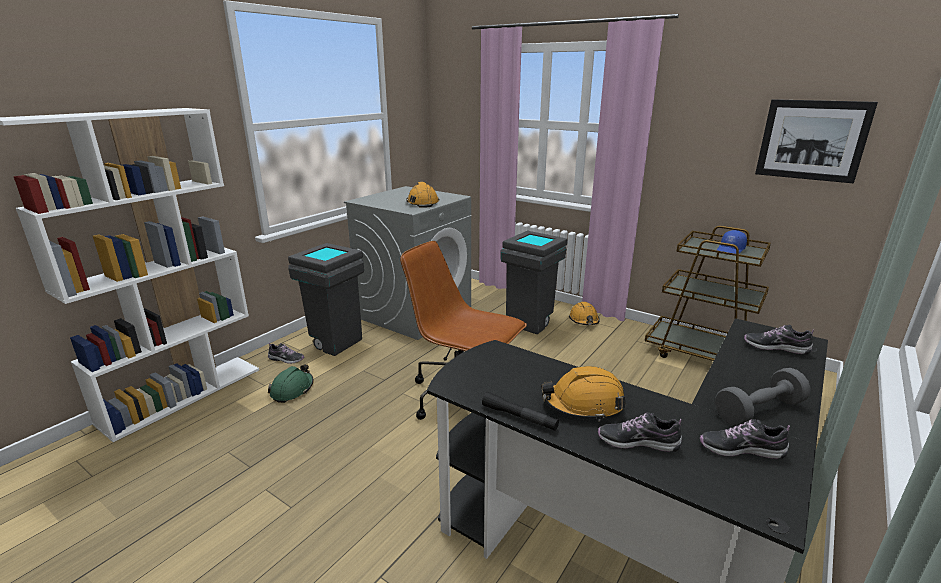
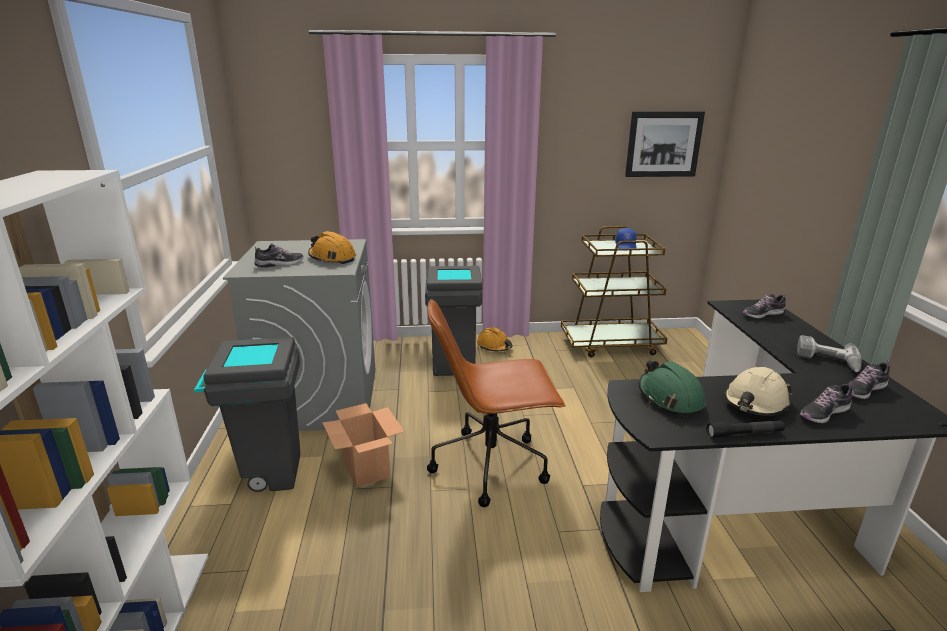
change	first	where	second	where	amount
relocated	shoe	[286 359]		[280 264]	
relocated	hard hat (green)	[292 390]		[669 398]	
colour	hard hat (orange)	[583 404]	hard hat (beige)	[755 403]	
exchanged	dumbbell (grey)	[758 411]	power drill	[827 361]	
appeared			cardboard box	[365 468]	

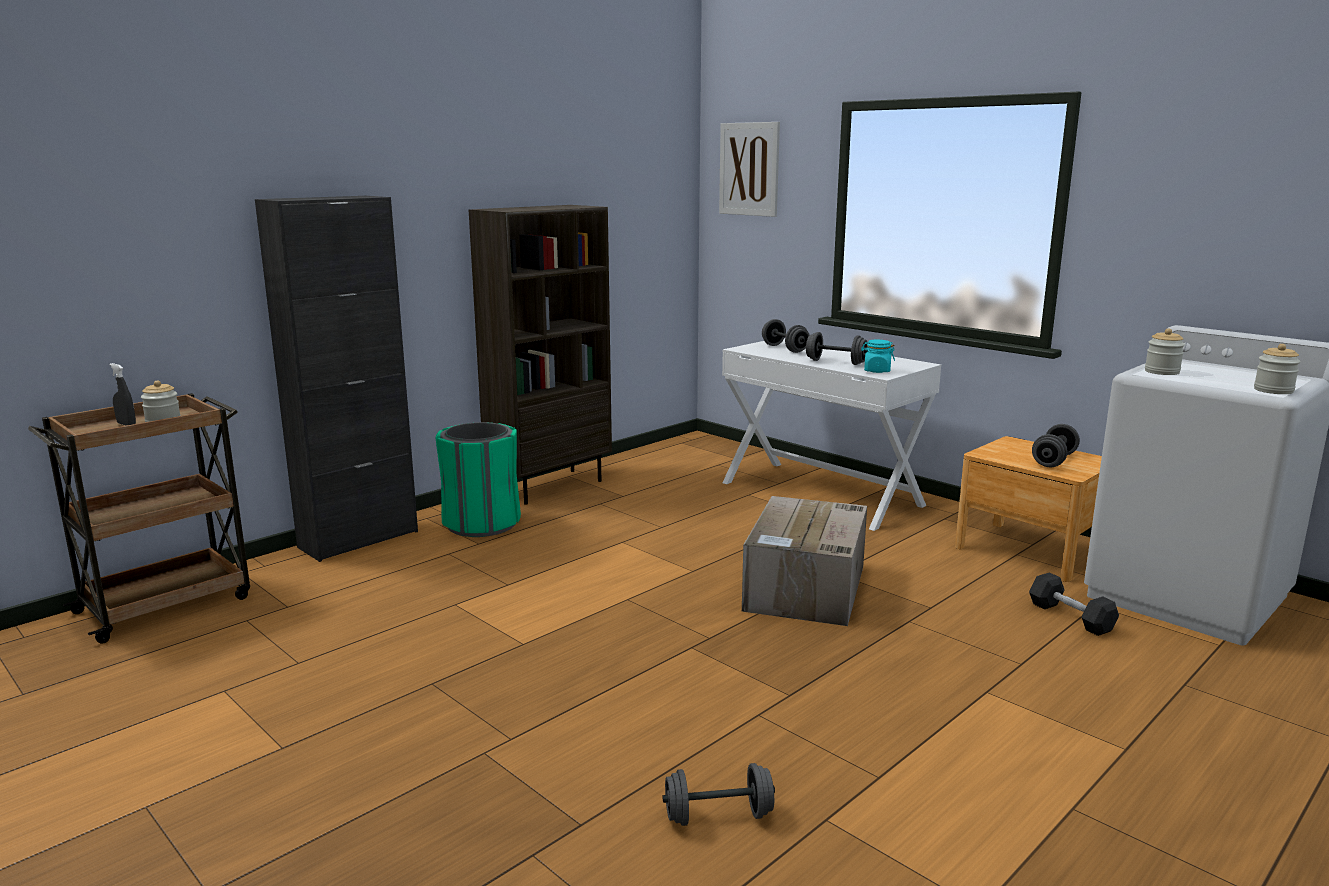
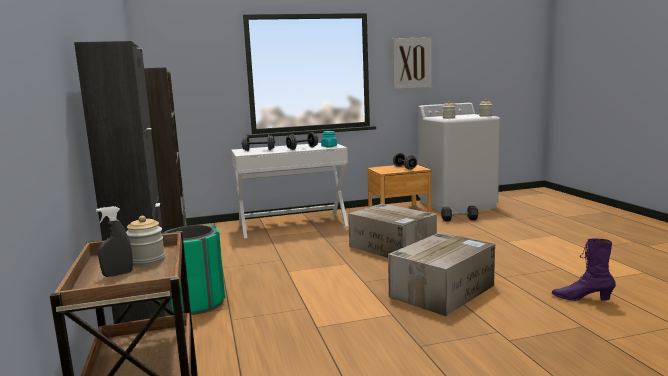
change	first	where	second	where	amount
exchanged	dumbbell (grey)	[718 816]	boot (purple)	[582 298]	
relocated	picture	[749 169]		[411 63]	
appeared			cardboard box	[442 290]	

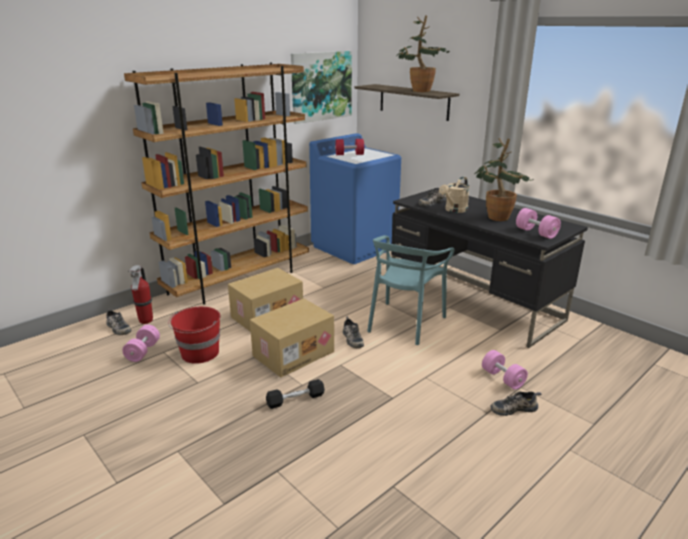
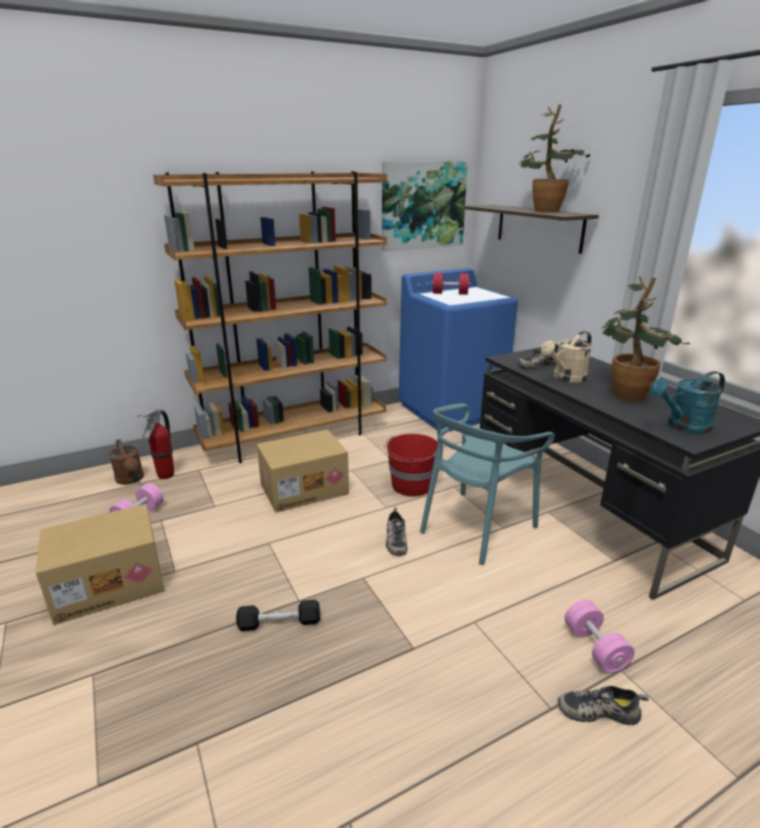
change	first	where	second	where	amount
exchanged	shoe	[117 328]	watering can (brown)	[131 480]	
relocated	bucket (red)	[199 353]		[412 485]	
relocated	cardboard box	[293 353]		[110 583]	
exchanged	dumbbell (pink)	[536 233]	watering can (turquoise)	[683 426]	

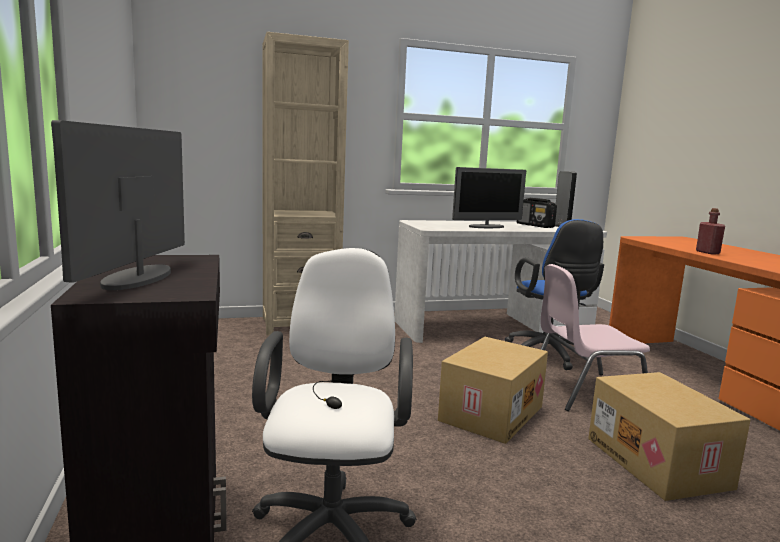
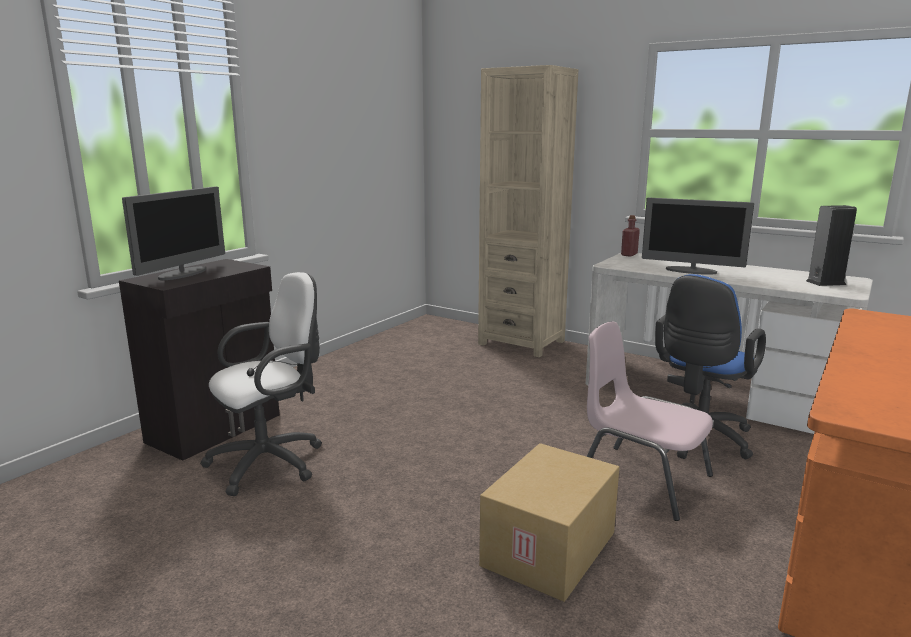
change	first	where	second	where	amount
spun	monitor	[137 278]		[183 274]	150 degrees clockwise
missing	cardboard box	[490 413]			
missing	radio	[535 225]			
relocated	bottle (red)	[707 252]		[629 254]	

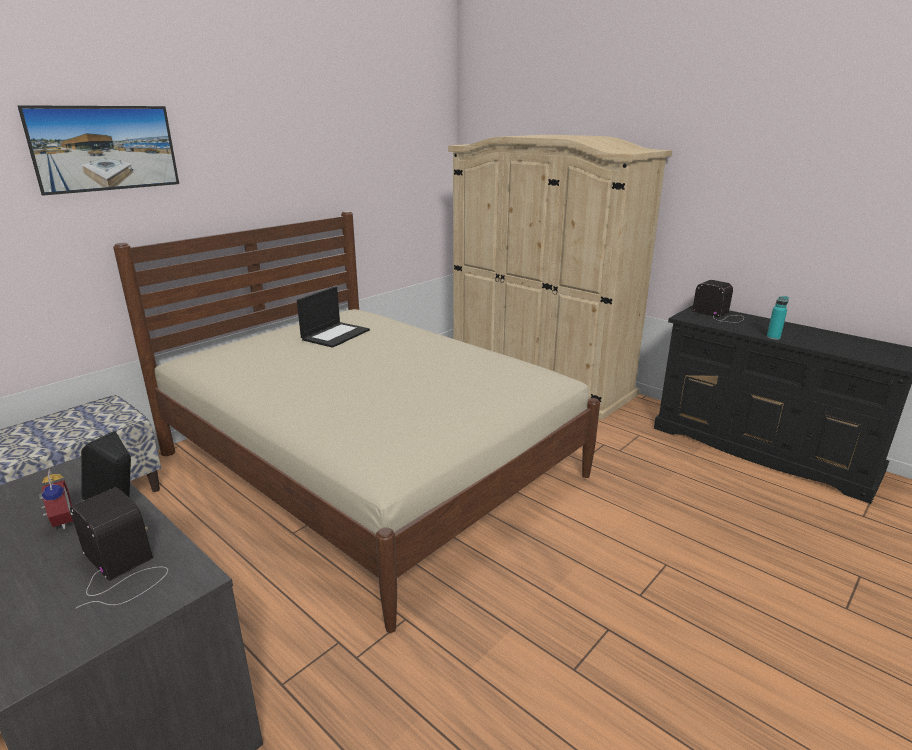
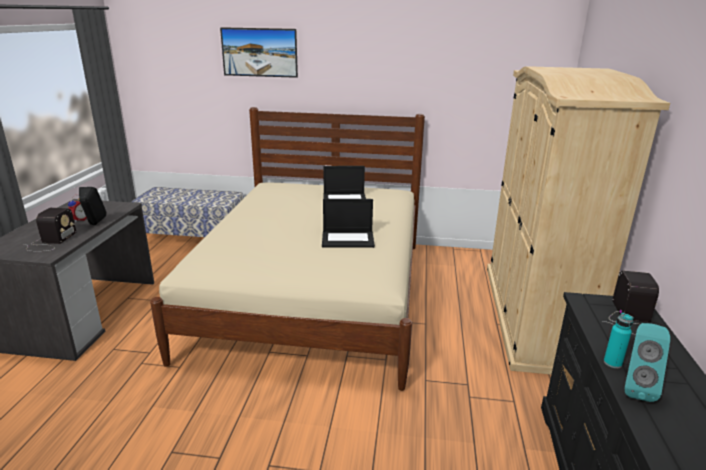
change	first	where	second	where	amount
appeared			laptop	[348 239]	
appeared			speaker (turquoise)	[635 388]	

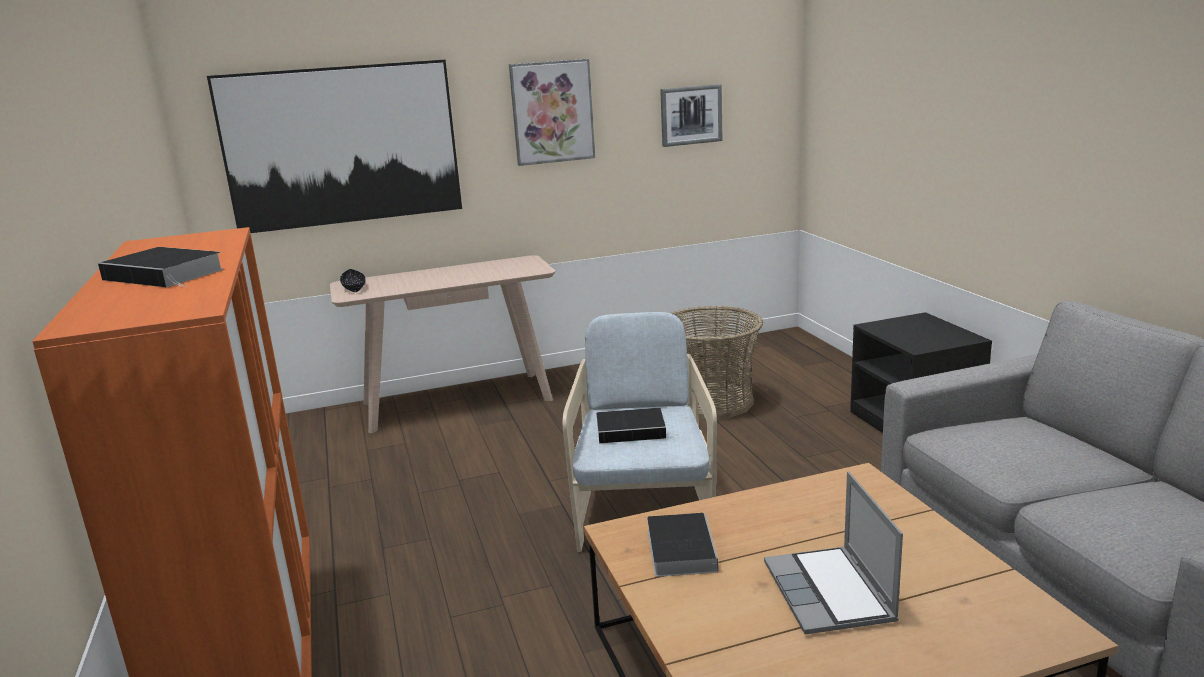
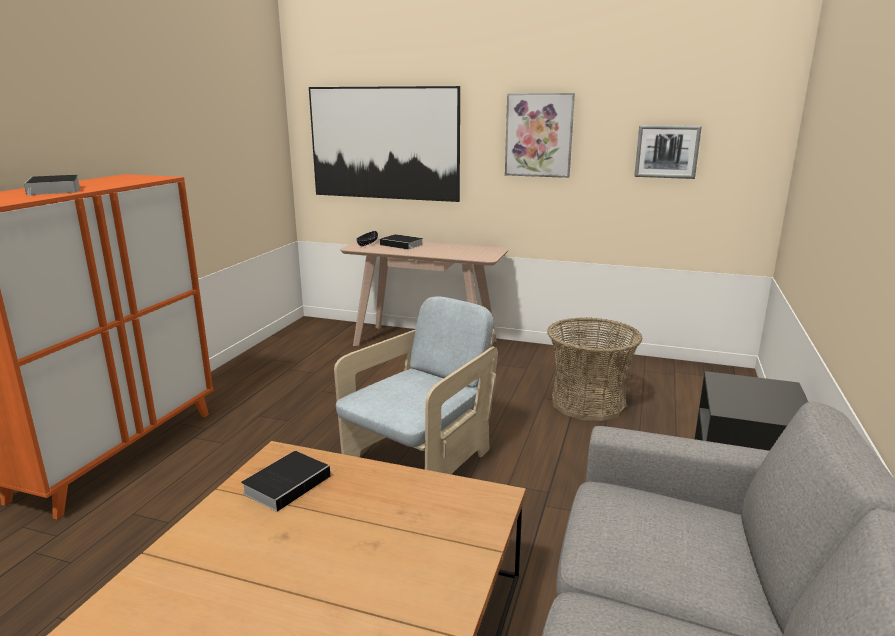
change	first	where	second	where	amount
relocated	book	[633 430]		[403 245]	
missing	laptop	[830 593]			

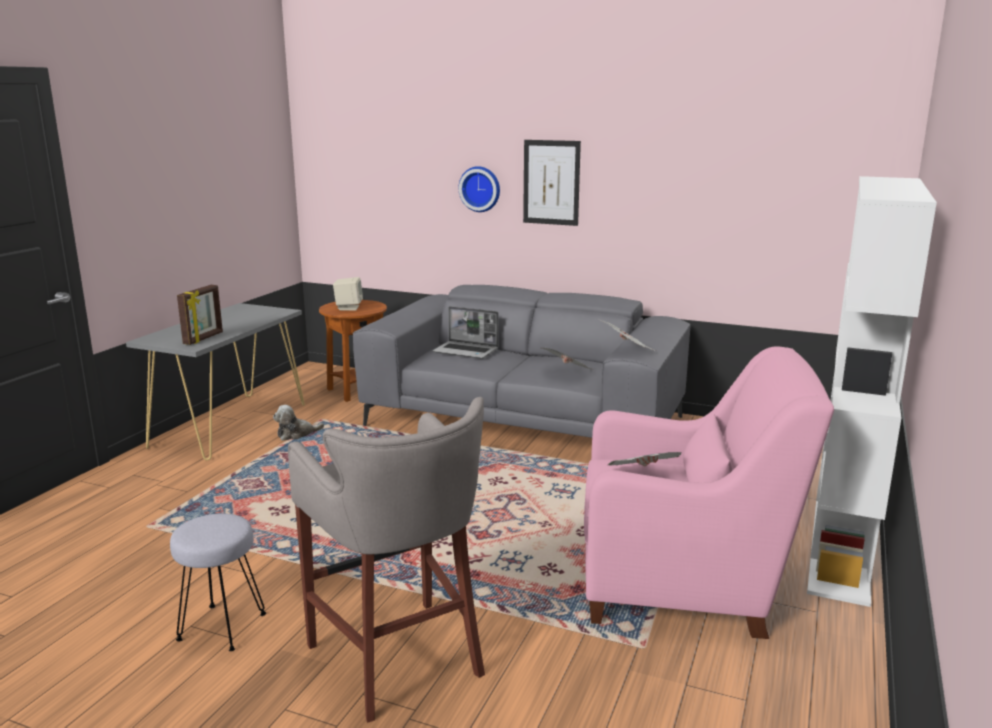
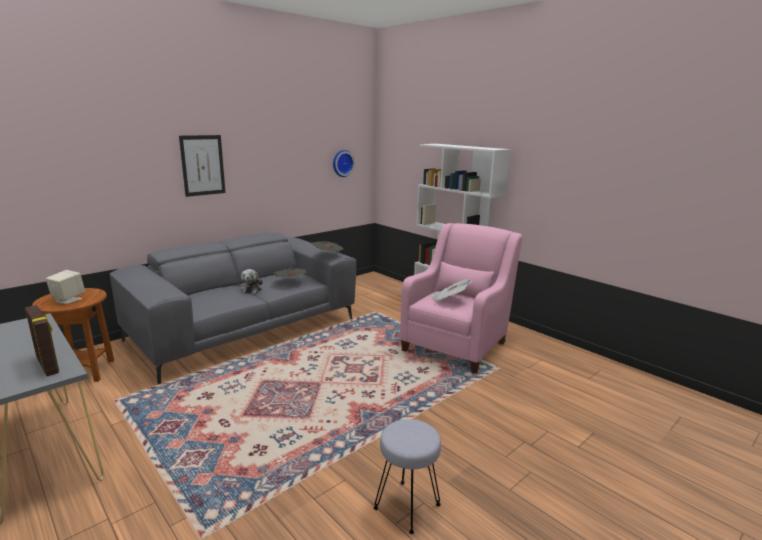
change	first	where	second	where	amount
relocated	plush toy	[296 434]		[252 289]	
missing	stool (grey)	[399 661]			
missing	laptop	[466 351]			
relocated	wall clock	[480 189]		[342 163]	

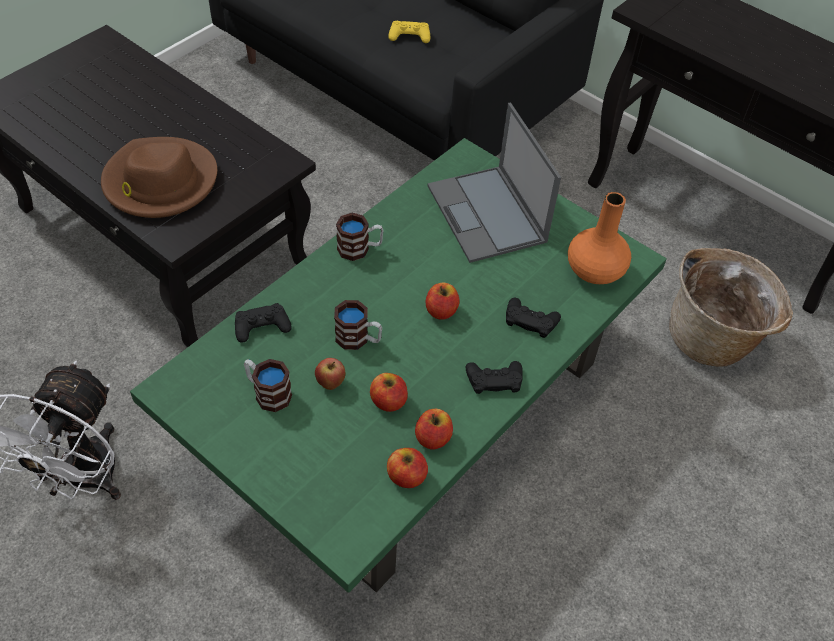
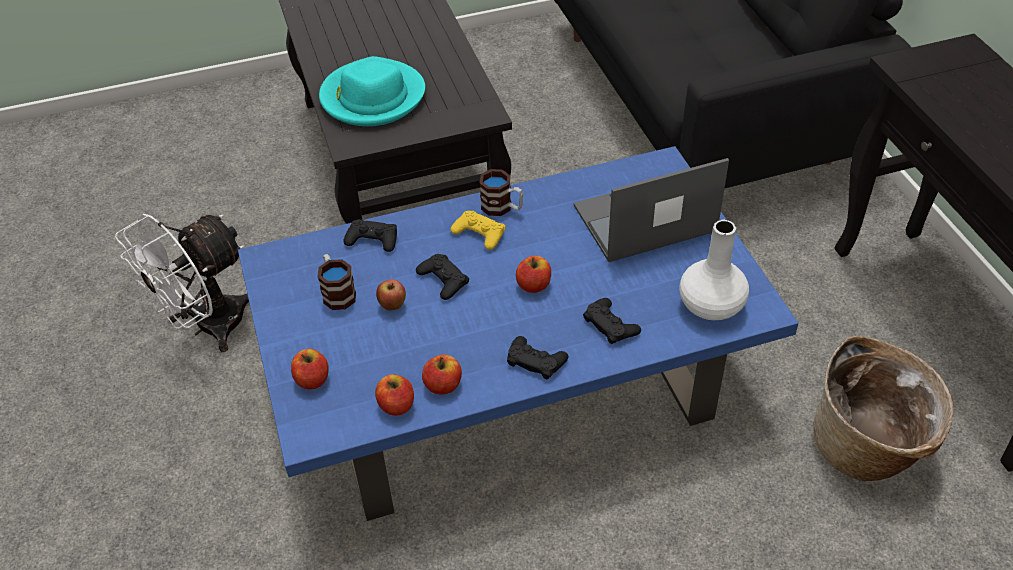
change	first	where	second	where	amount
colour	hat (brown)	[160 182]	hat (turquoise)	[372 97]	
colour	coffee table (green)	[412 408]	coffee table (blue)	[508 384]	
exchanged	mug	[358 339]	game controller (black)	[443 280]	
relocated	apple	[388 401]		[312 380]	
relocated	game controller (yellow)	[409 36]		[479 234]	
spun	laptop	[487 215]		[643 219]	60 degrees clockwise
colour	vase (orange)	[595 271]	vase (white)	[710 306]	

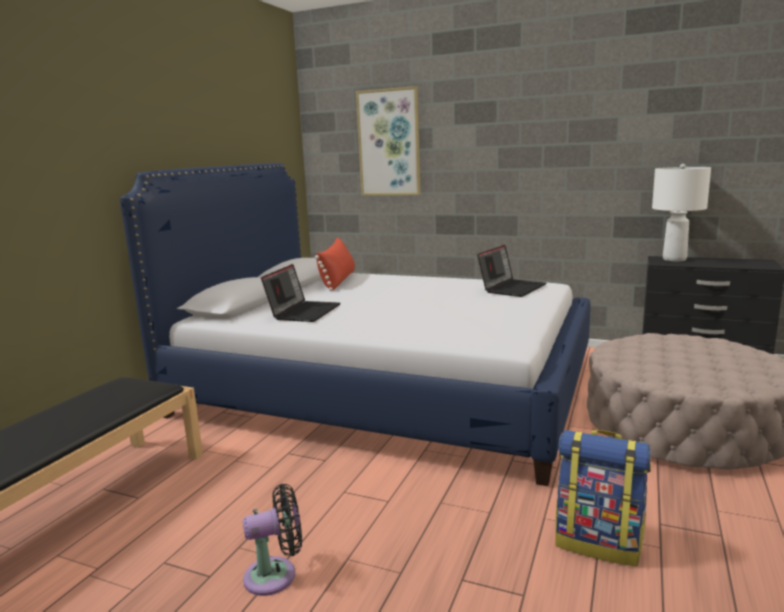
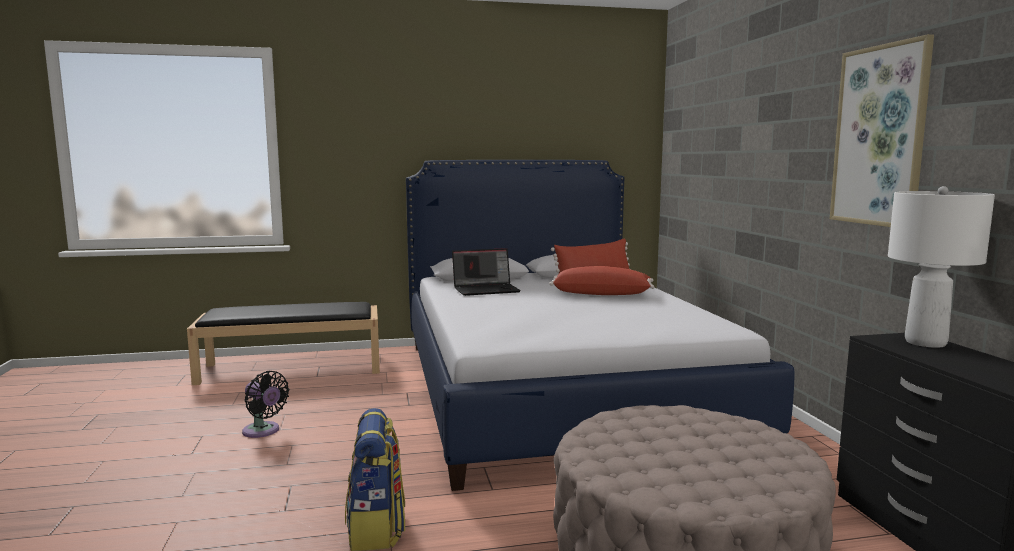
change	first	where	second	where	amount
relocated	picture	[389 143]		[880 136]	
missing	laptop	[512 288]			
appeared			pillow (red)	[601 294]	

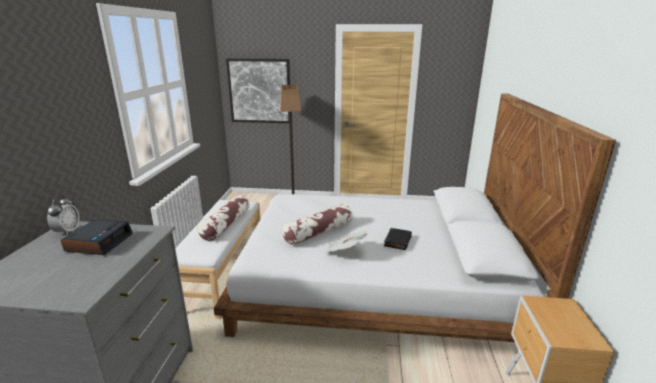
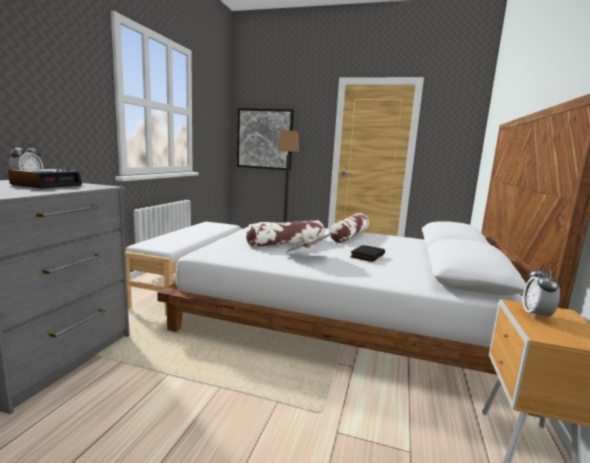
change	first	where	second	where	amount
relocated	pillow	[226 225]		[349 236]	
appeared			alarm clock	[536 315]	

